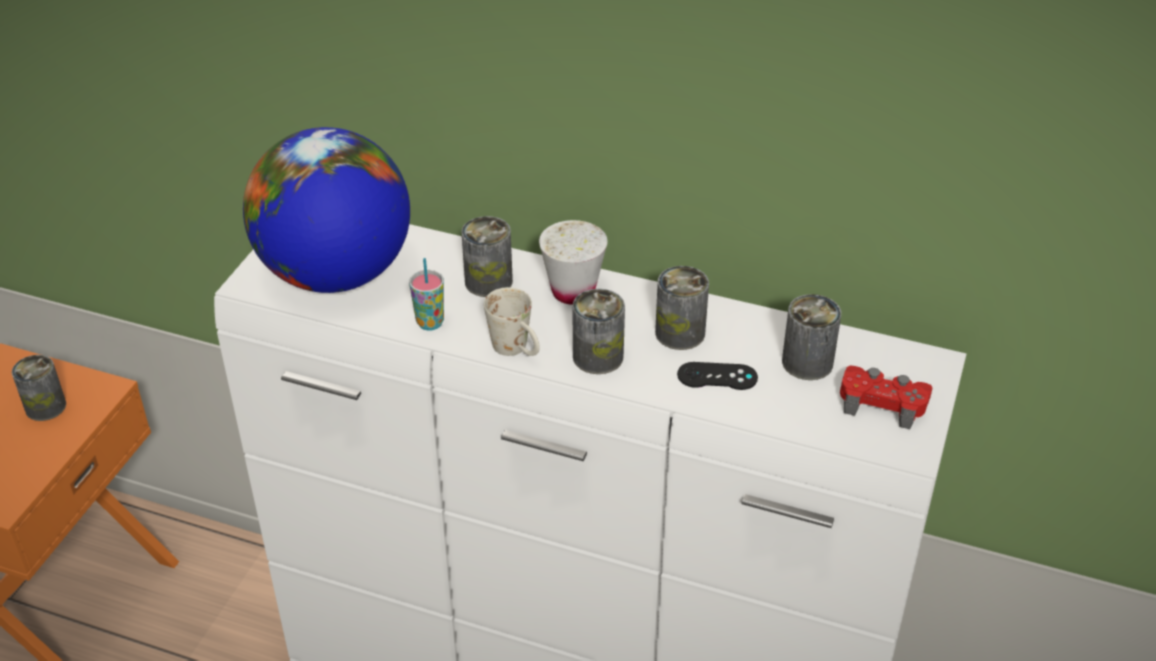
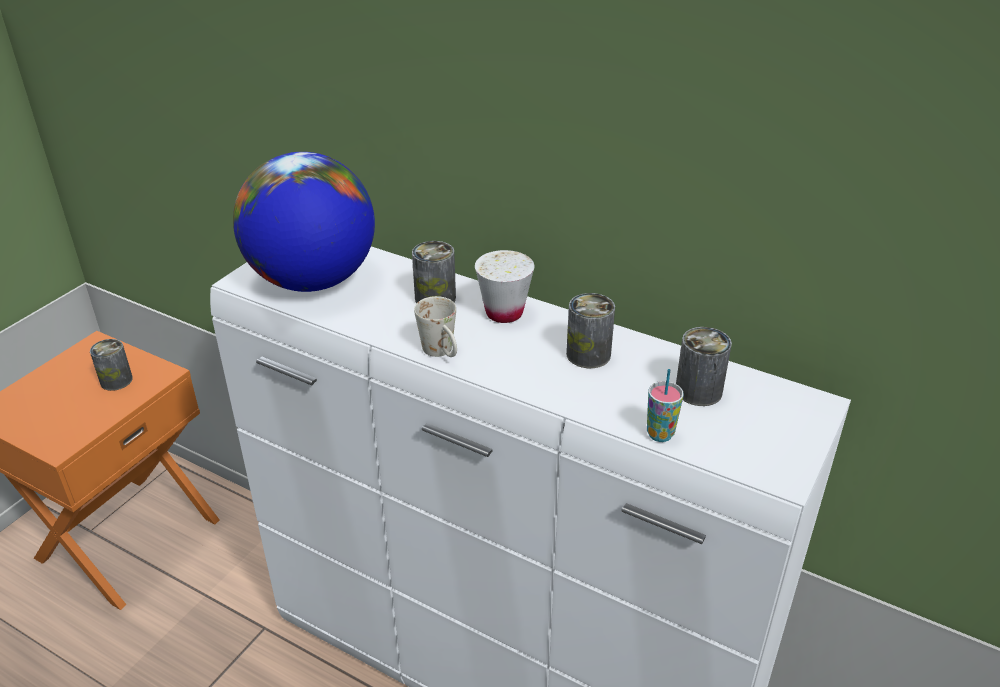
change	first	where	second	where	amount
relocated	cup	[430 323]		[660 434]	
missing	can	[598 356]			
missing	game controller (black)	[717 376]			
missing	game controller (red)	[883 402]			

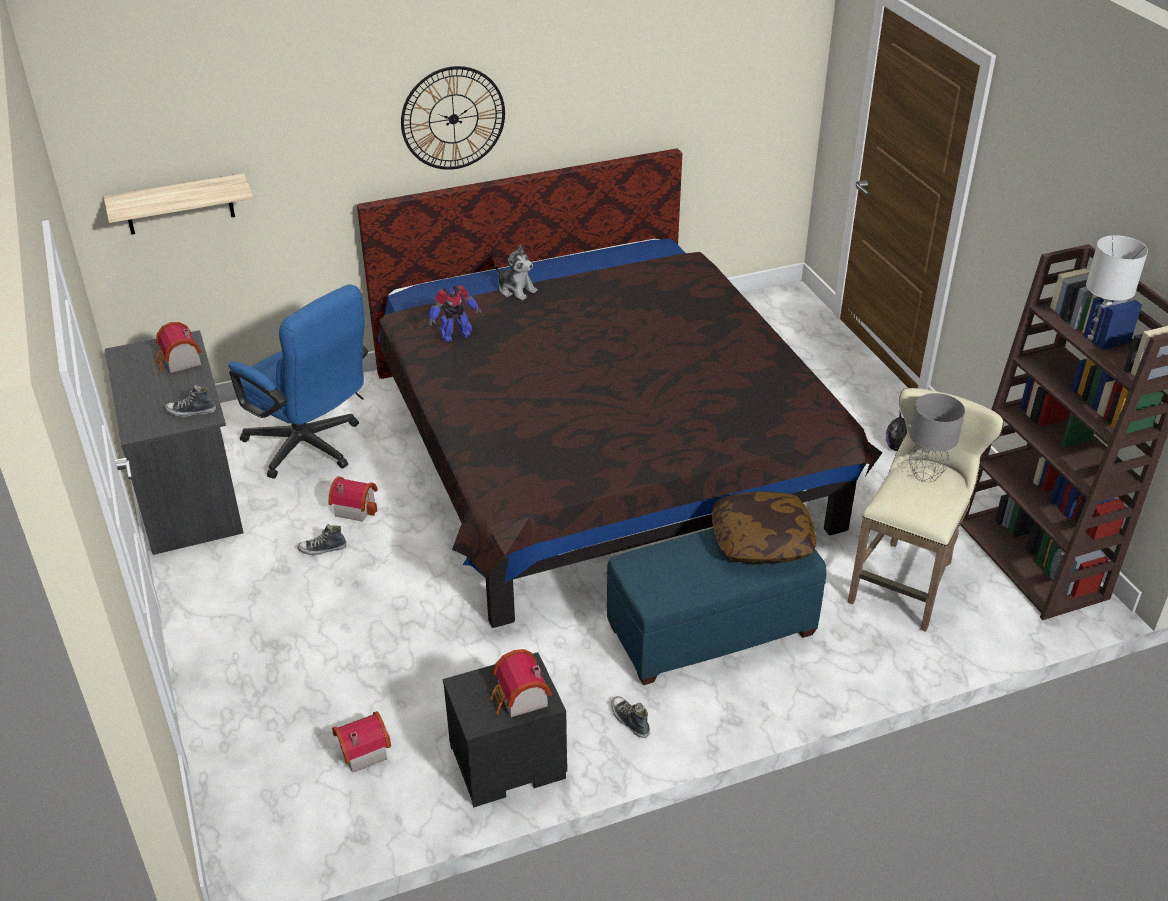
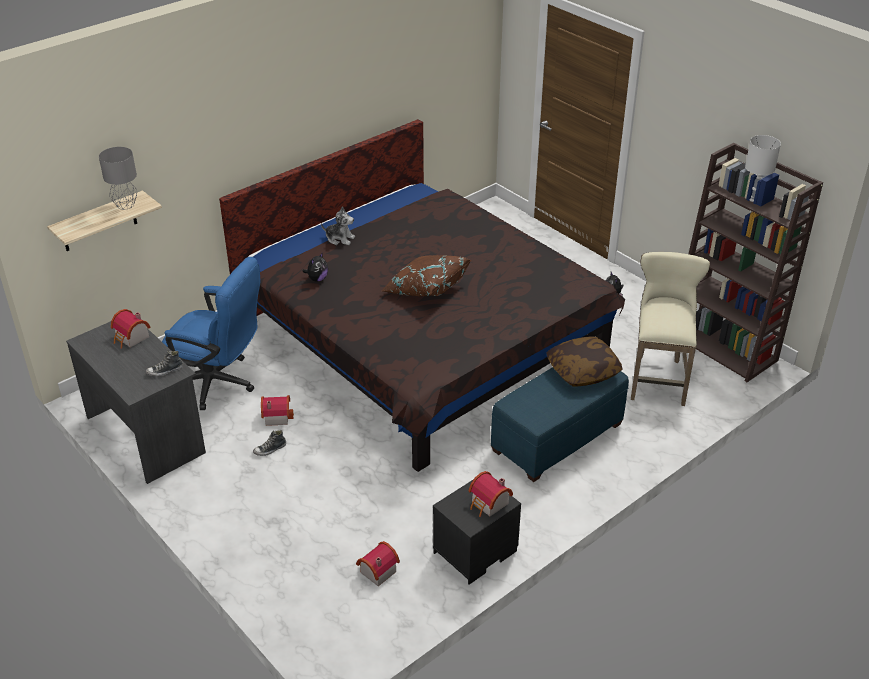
change	first	where	second	where	amount
missing	wall clock	[453 118]			
exchanged	toy robot	[454 335]	plush toy	[317 279]	
missing	shoe	[629 720]			
relocated	table lamp (grey)	[925 475]		[125 205]	
appeared			pillow (brown)	[426 288]	

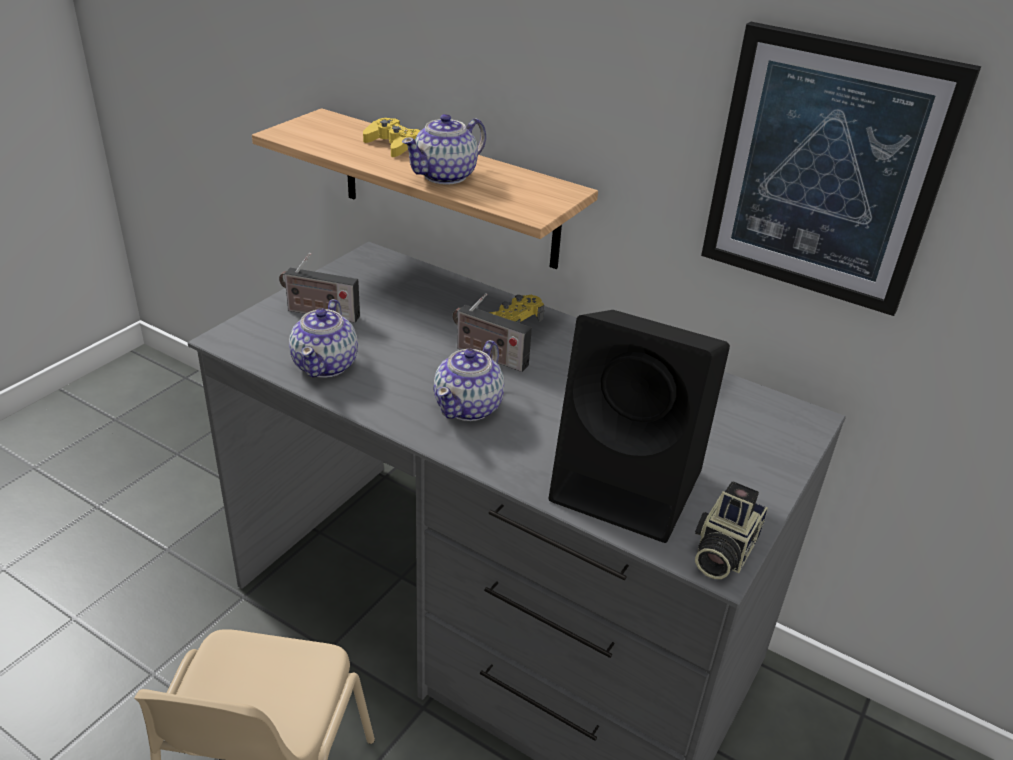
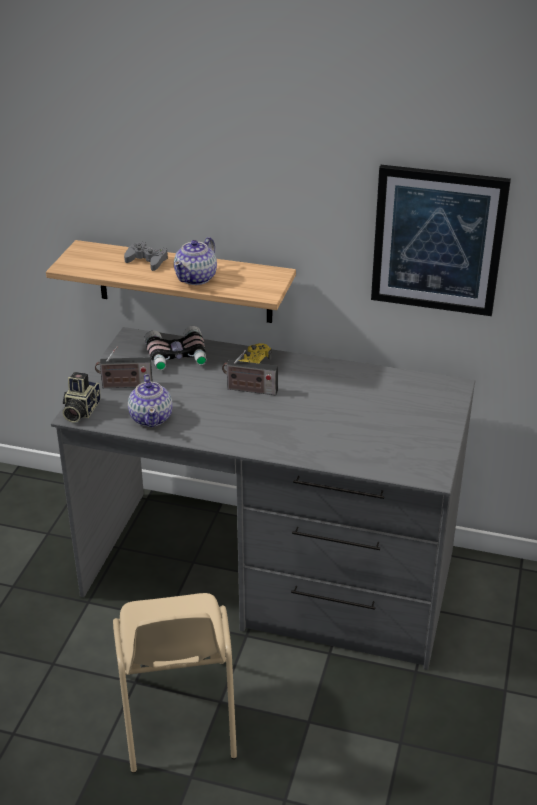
change	first	where	second	where	amount
colour	game controller (yellow)	[393 145]	game controller (grey)	[147 261]	
missing	teapot	[469 407]			
missing	speaker (black)	[631 486]			
relocated	photo camera	[721 552]		[80 411]	
appeared			binoculars	[177 357]	

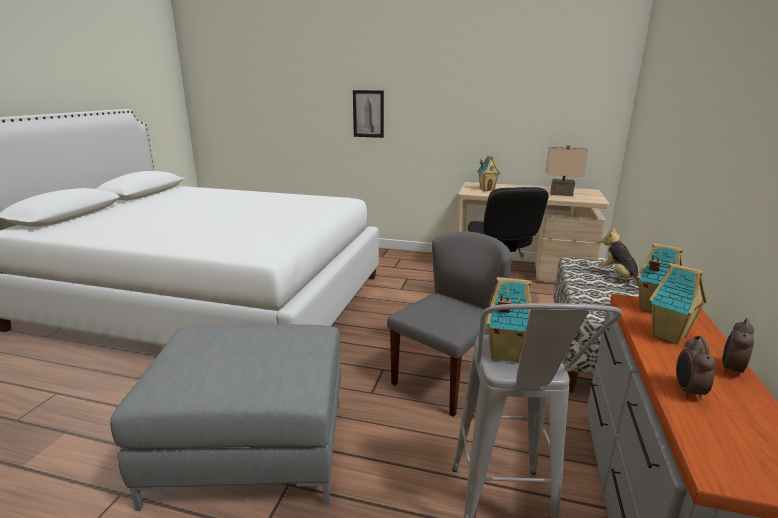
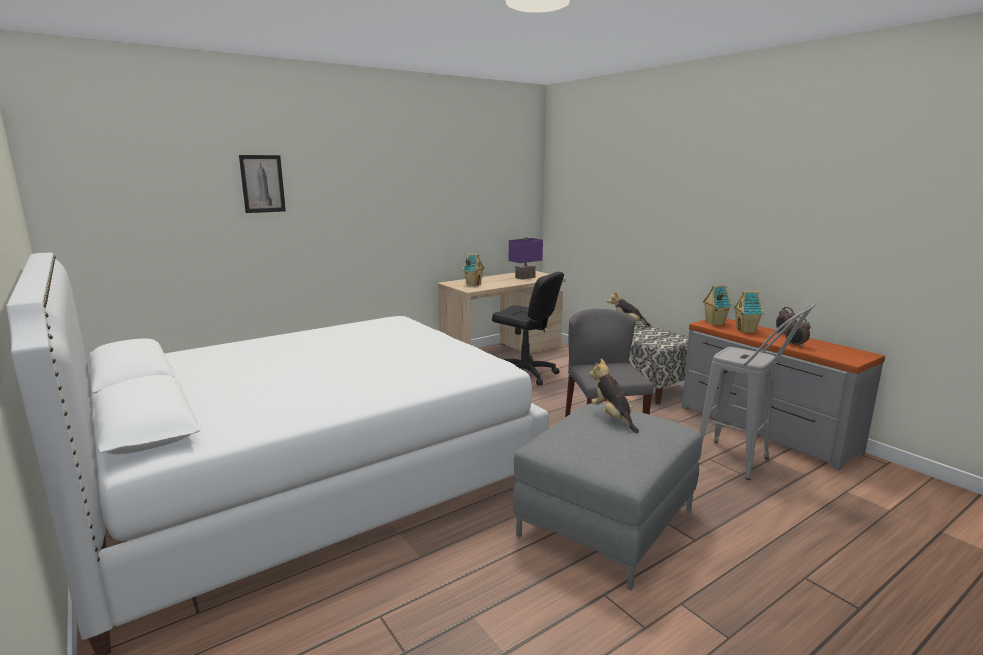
change	first	where	second	where	amount
relocated	picture	[368 114]		[262 184]	
missing	toy house	[504 353]			
colour	table lamp (beige)	[561 194]	table lamp (purple)	[525 277]	
appeared			plush toy	[612 417]	

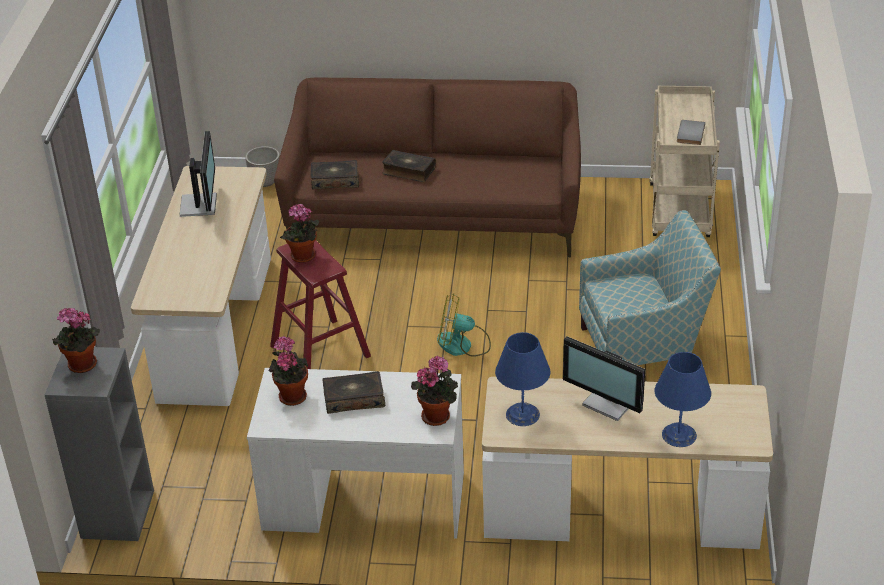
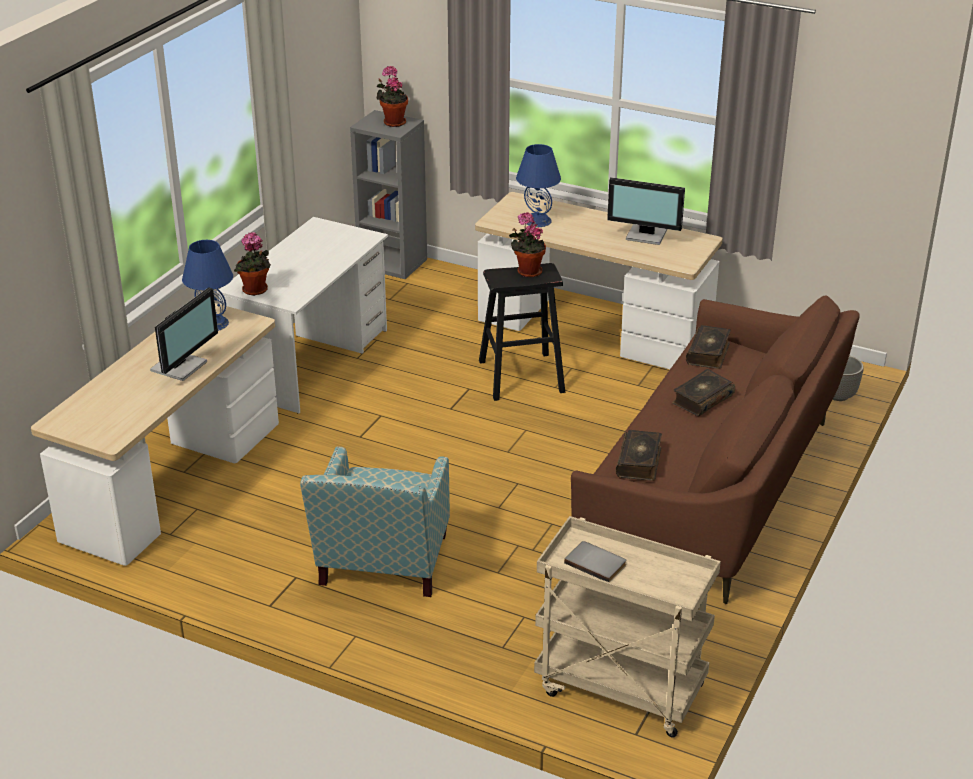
change	first	where	second	where	amount
missing	potted plant	[291 395]			
colour	stool (red)	[320 351]	stool (black)	[521 376]	
relocated	book	[354 399]		[639 462]	
missing	fan	[463 345]			
spun	monitor	[609 403]		[181 366]	150 degrees clockwise
relocated	table lamp (blue)	[679 435]		[537 221]	

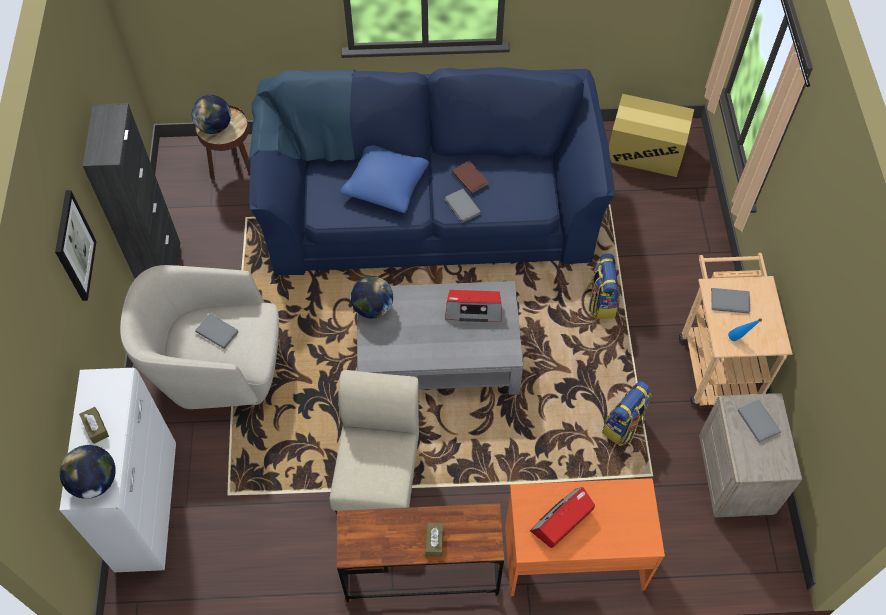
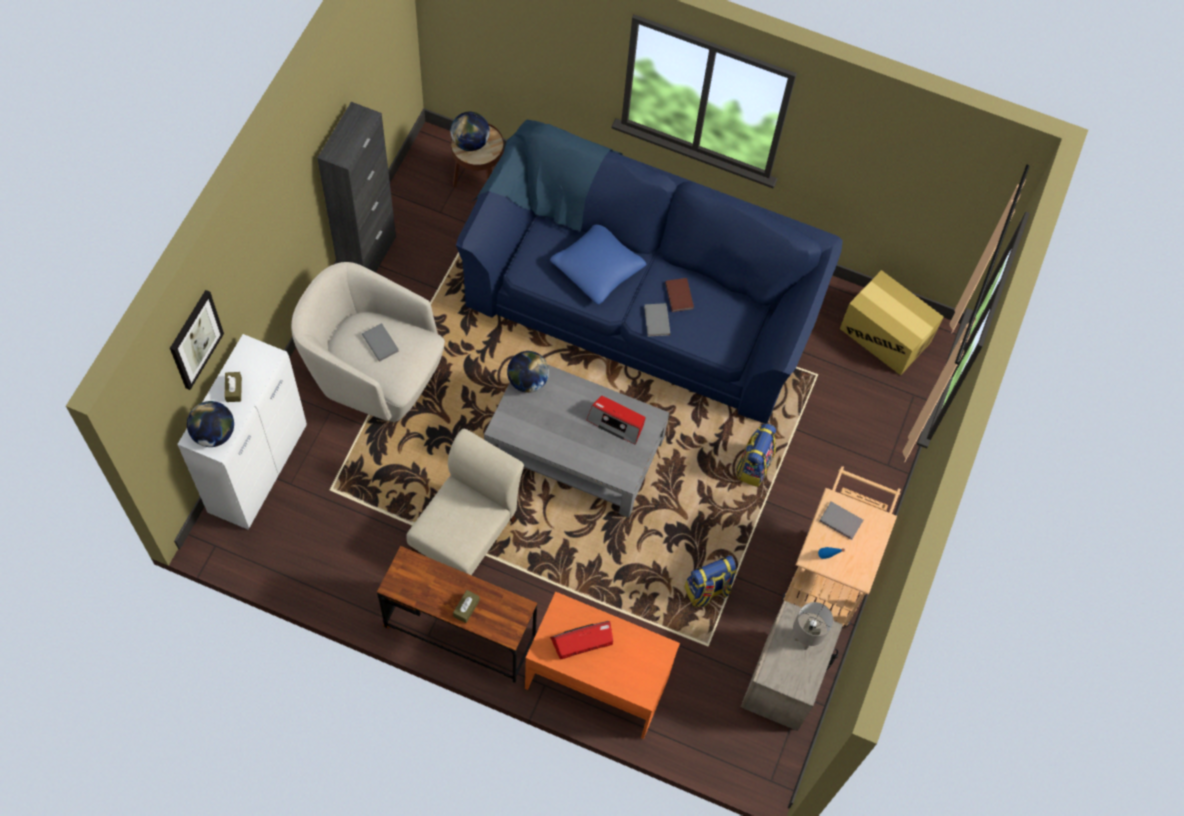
change	first	where	second	where	amount
relocated	picture	[74 246]		[195 339]	
exchanged	book (grey)	[757 422]	table lamp (grey)	[804 639]	

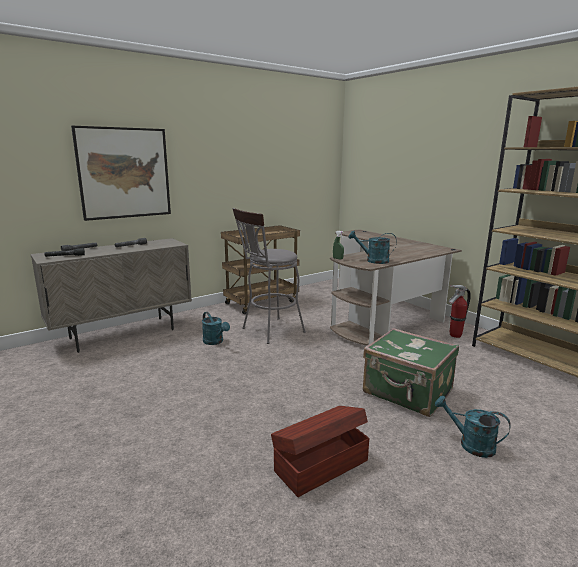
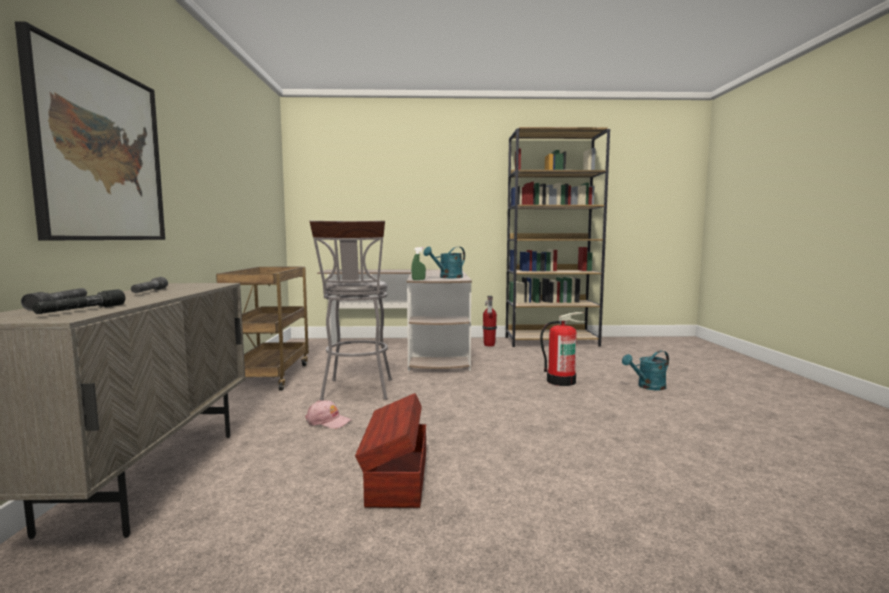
change	first	where	second	where	amount
exchanged	watering can (turquoise)	[215 342]	cap (pink)	[328 421]	
relocated	storage box (brown)	[319 465]		[396 477]	
exchanged	suitcase (green)	[407 393]	fire extinguisher	[561 381]	

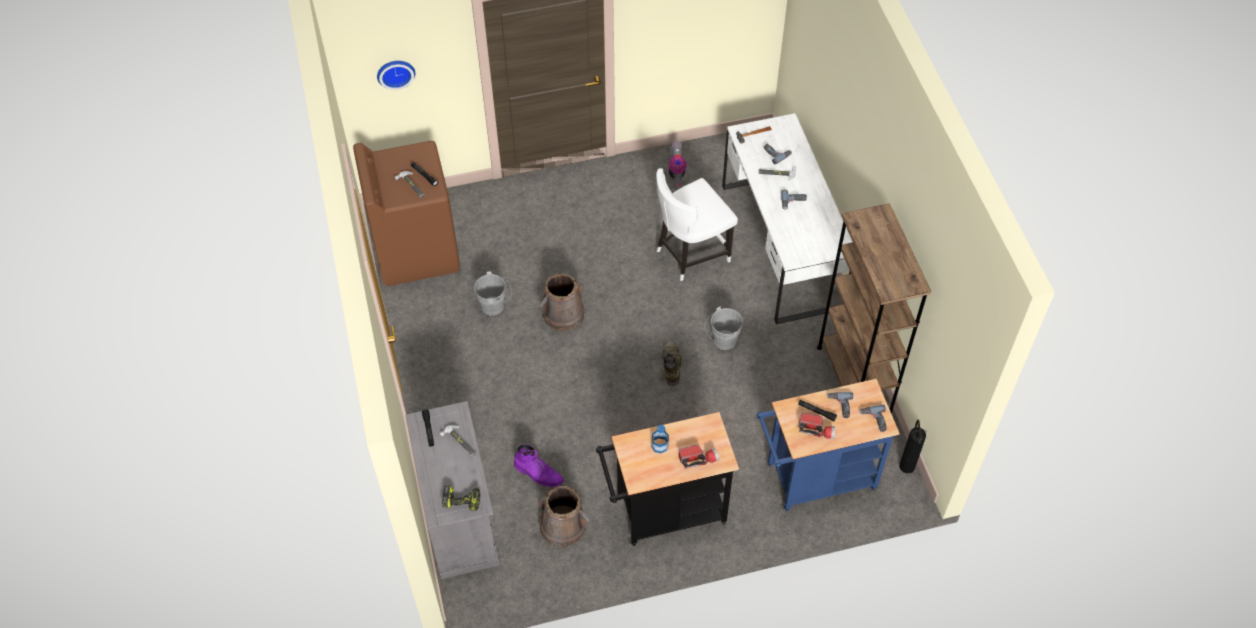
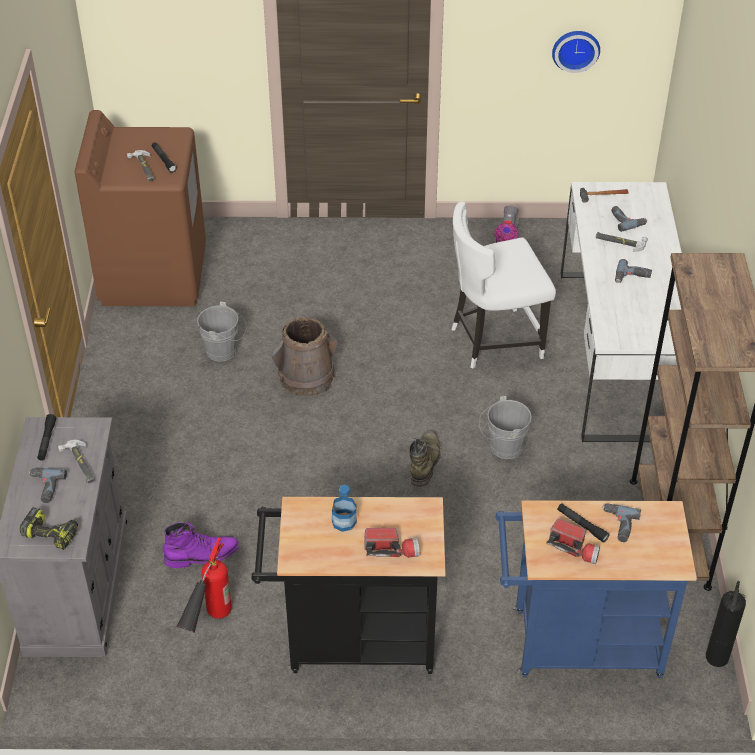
change	first	where	second	where	amount
relocated	wall clock	[395 72]		[575 49]	
spun	boot (purple)	[538 473]		[202 555]	60 degrees counterclockwise
exchanged	bucket (brown)	[563 526]	fire extinguisher	[209 627]	
relocated	power drill	[874 420]		[44 487]	

